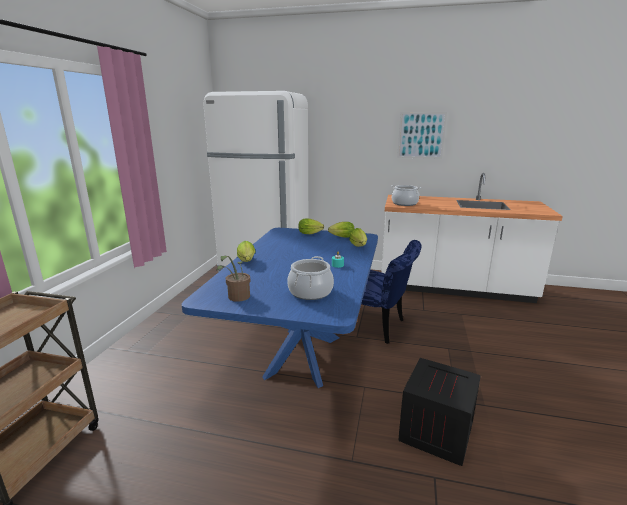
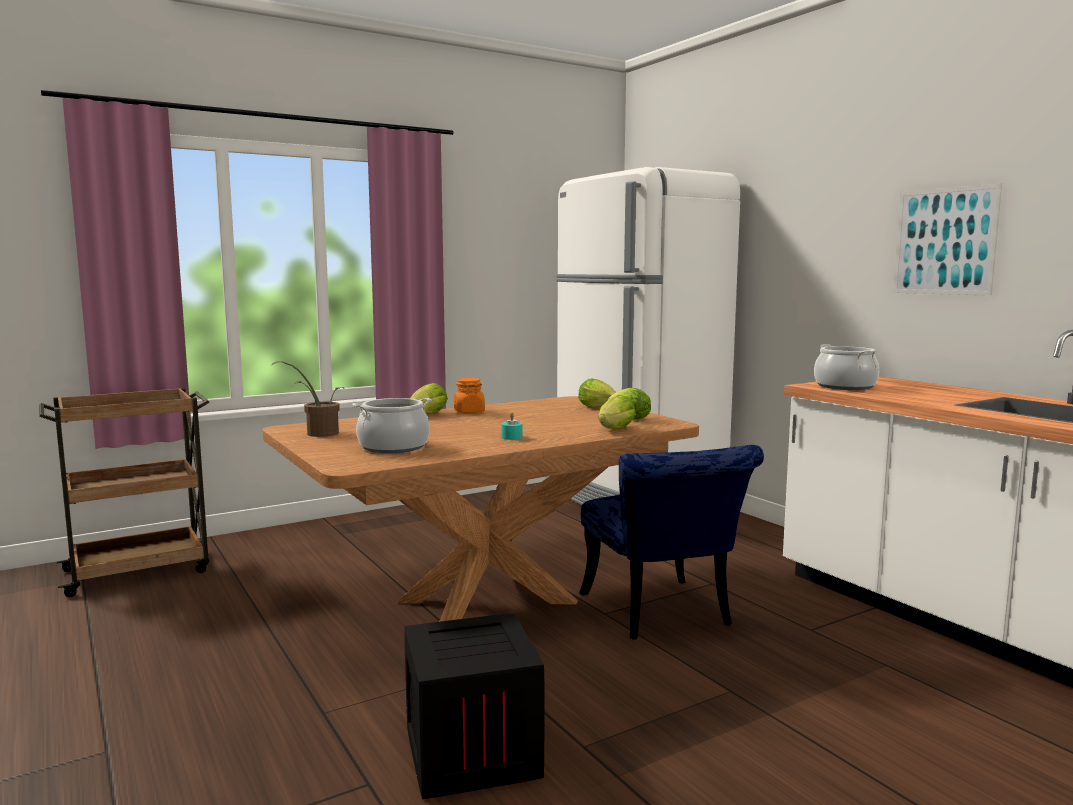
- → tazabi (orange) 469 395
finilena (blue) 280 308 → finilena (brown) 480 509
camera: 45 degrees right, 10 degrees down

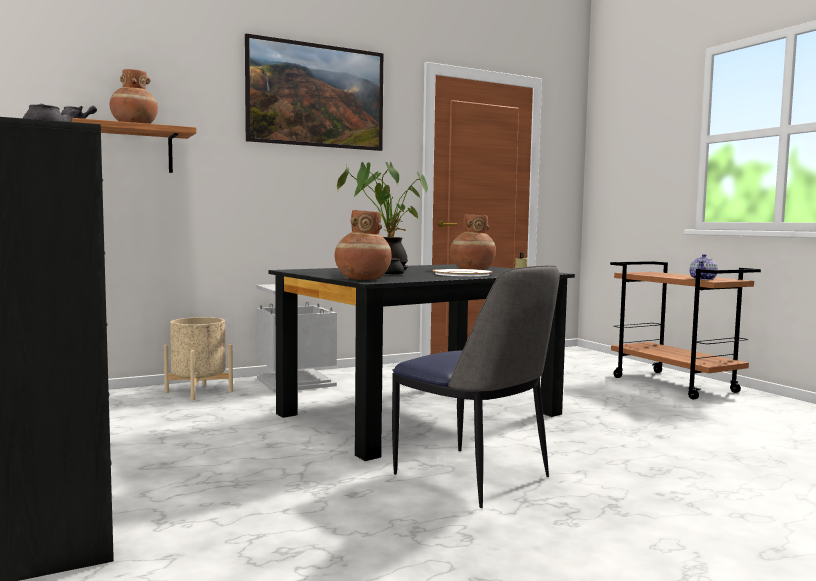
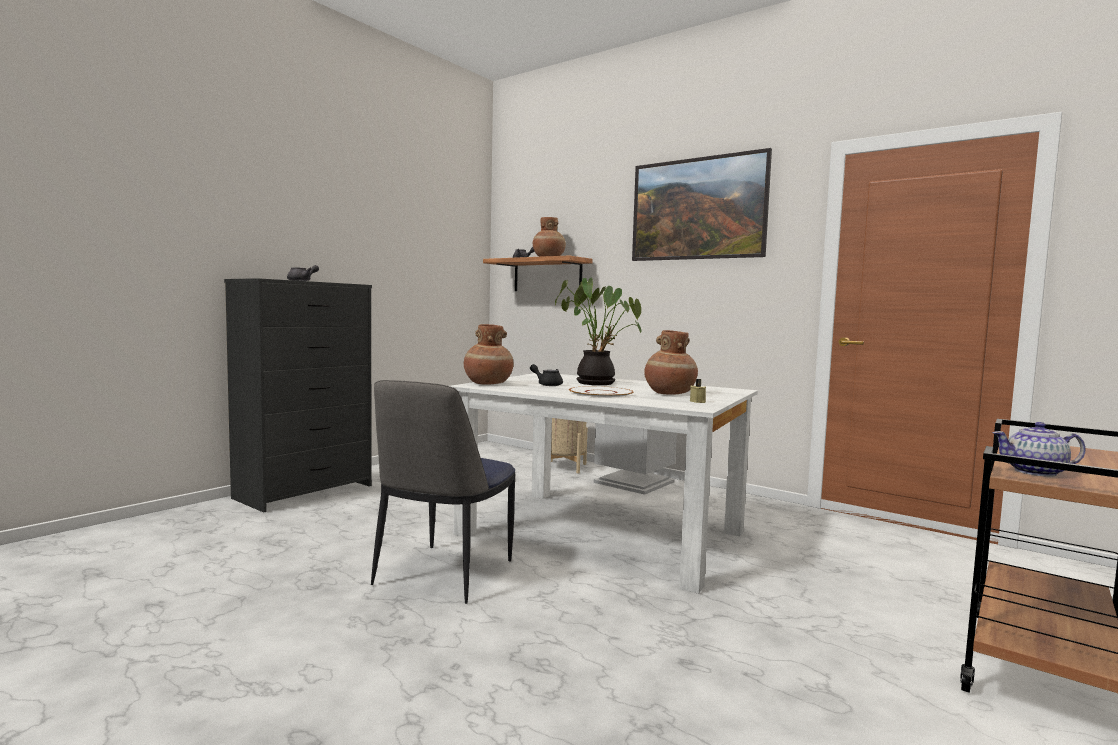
finilena (black) 421 362 → finilena (white) 604 483
camera: 65 degrees right, 0 degrees up

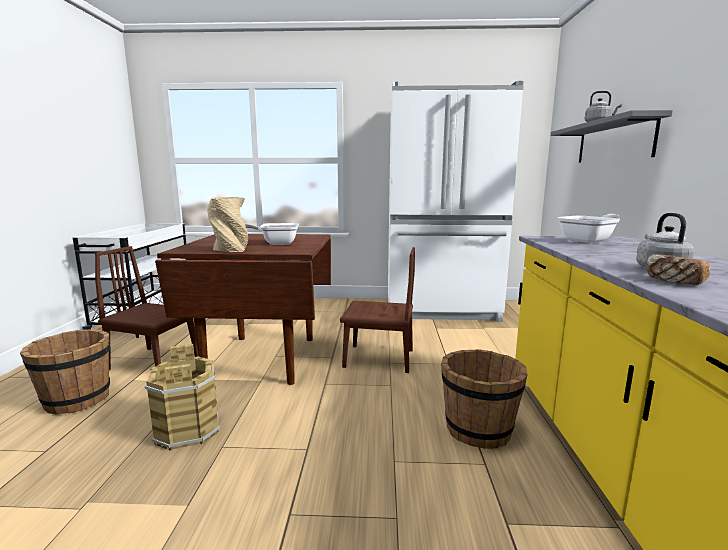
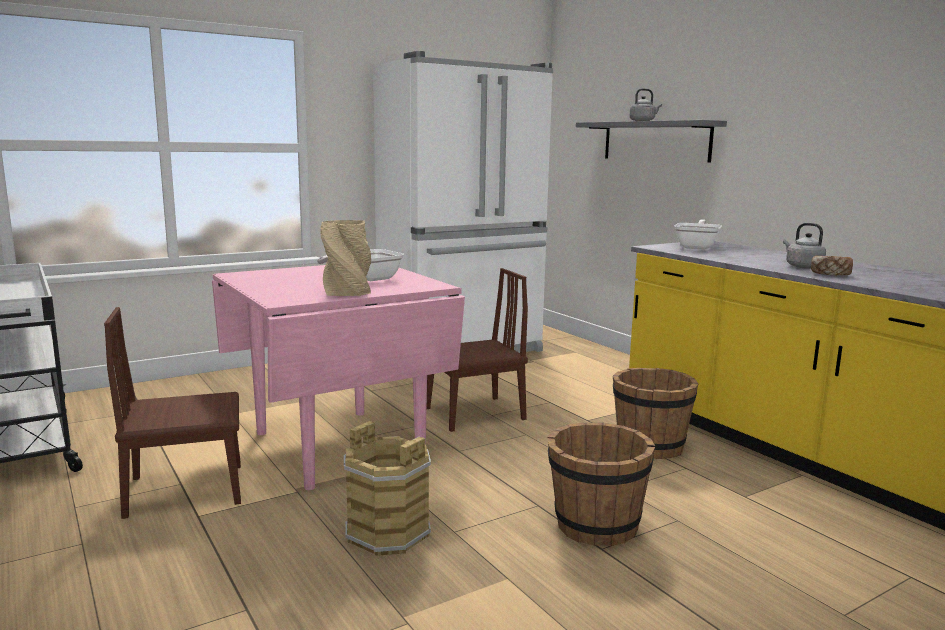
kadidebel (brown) 65 372 → kadidebel (brown) 601 484, relocated
finilena (brown) 243 309 → finilena (pink) 338 377
camera: 35 degrees left, 0 degrees up

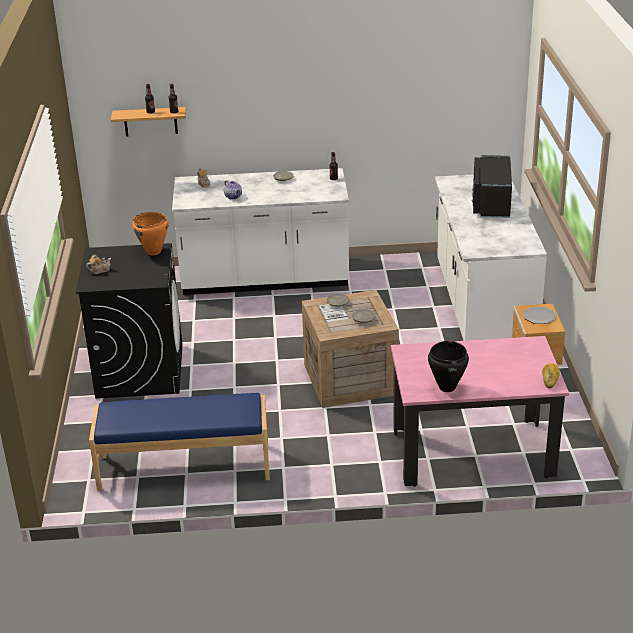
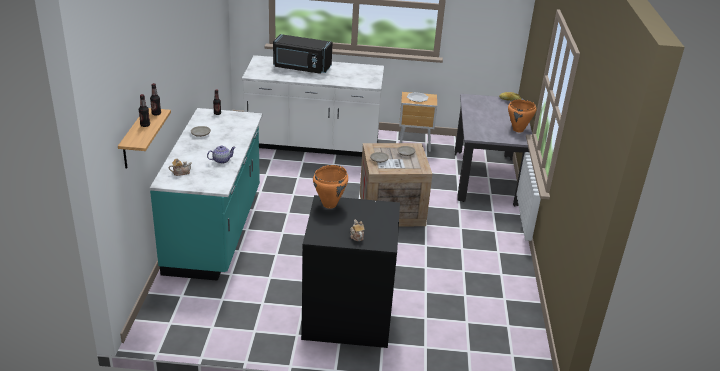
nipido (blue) 179 442 → -
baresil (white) 260 231 → baresil (turquoise) 206 194
finilena (pink) 480 411 → finilena (grey) 493 150
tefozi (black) 448 366 → tefozi (orange) 522 115
camera: 85 degrees left, 0 degrees up

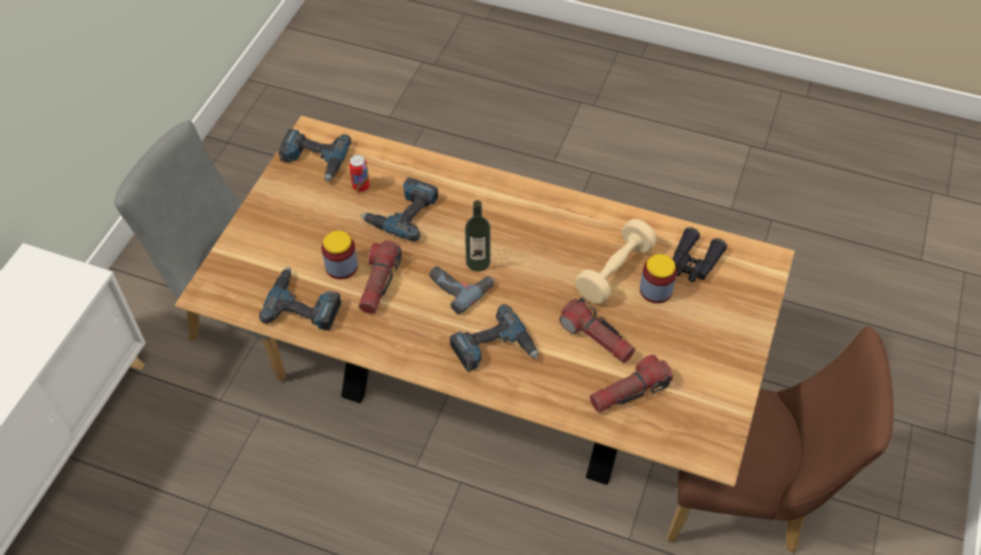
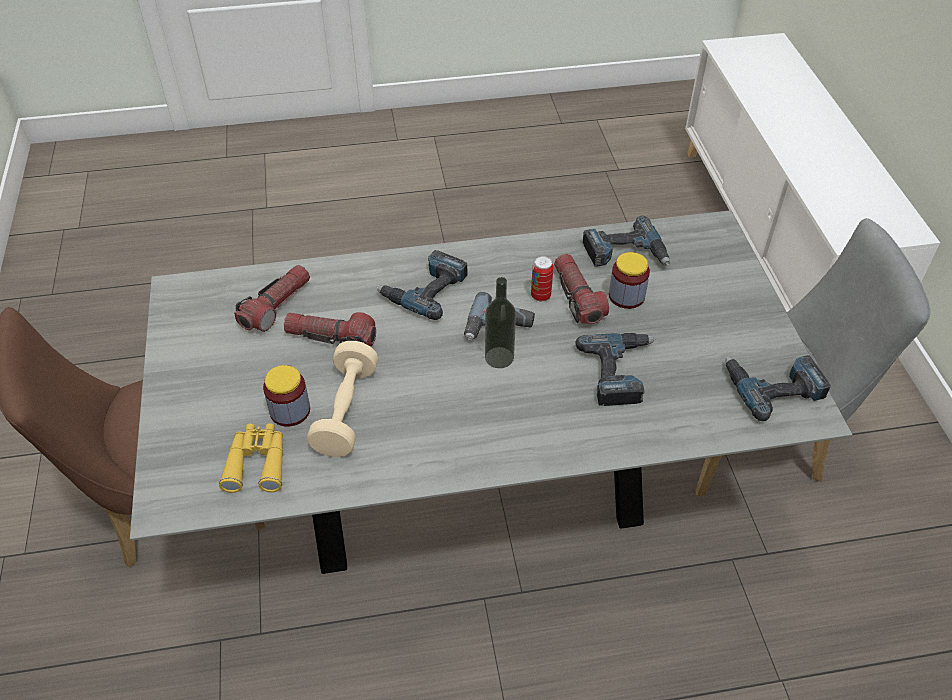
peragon 359 173 → peragon 542 278, relocated
finilena (brown) 485 301 → finilena (grey) 491 392
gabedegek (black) 700 254 → gabedegek (yellow) 251 458
camera: 150 degrees right, 5 degrees down

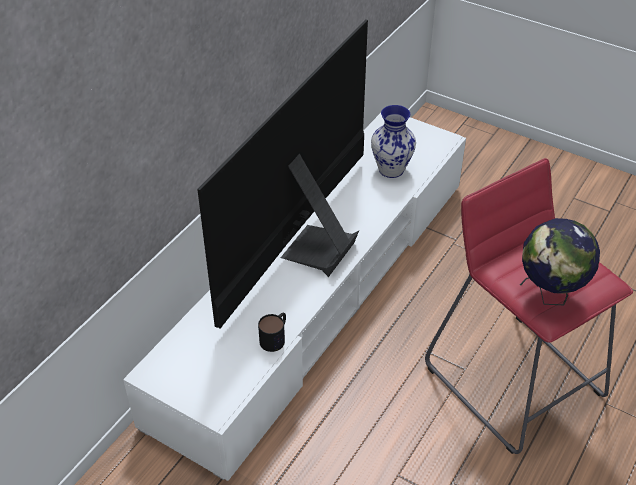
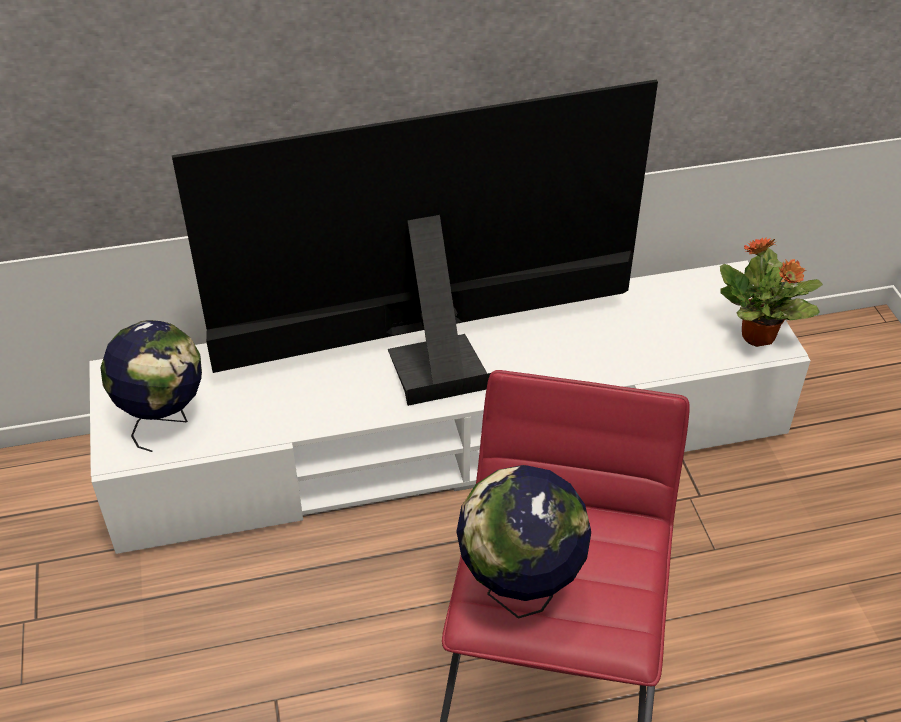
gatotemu 272 332 → -
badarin 393 141 → -
- → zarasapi 151 386
- → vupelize 771 292
camera: 45 degrees right, 0 degrees up

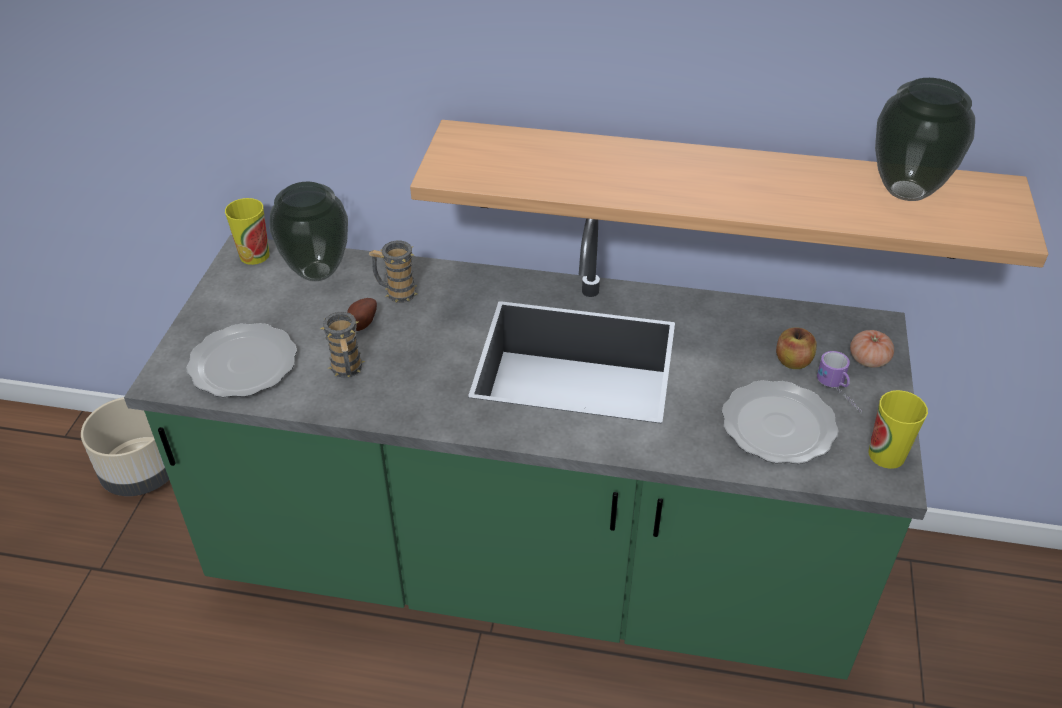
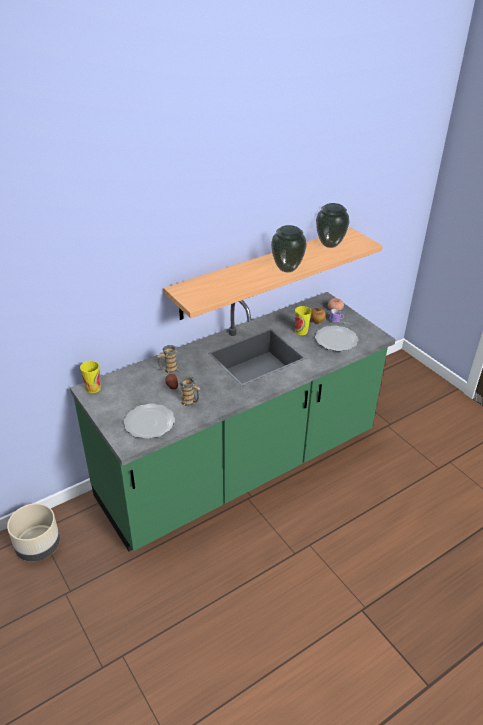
badarin 308 231 → badarin 289 248, relocated
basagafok 898 429 → basagafok 303 320, relocated
camera: 45 degrees left, 5 degrees down

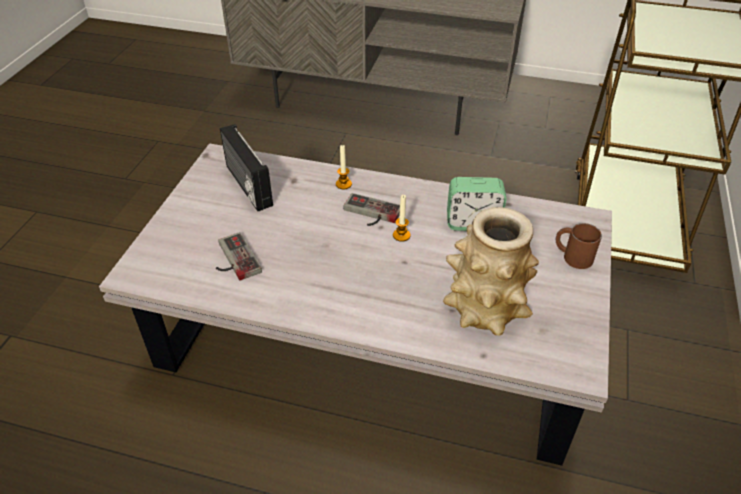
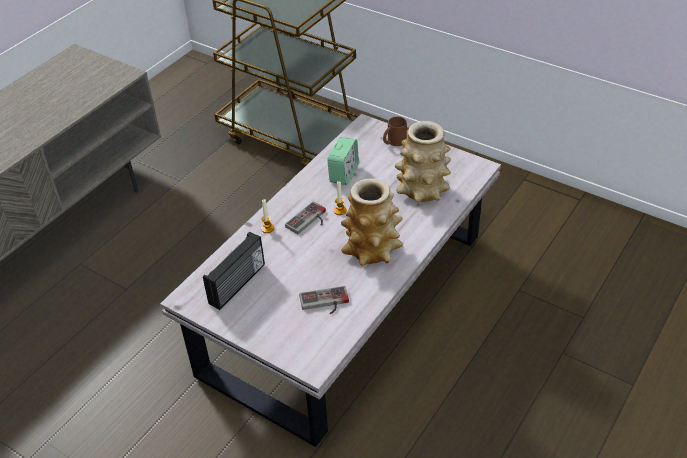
- → badarin 372 222
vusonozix 246 167 → vusonozix 234 271, 45 degrees counterclockwise
camera: 70 degrees left, 0 degrees up

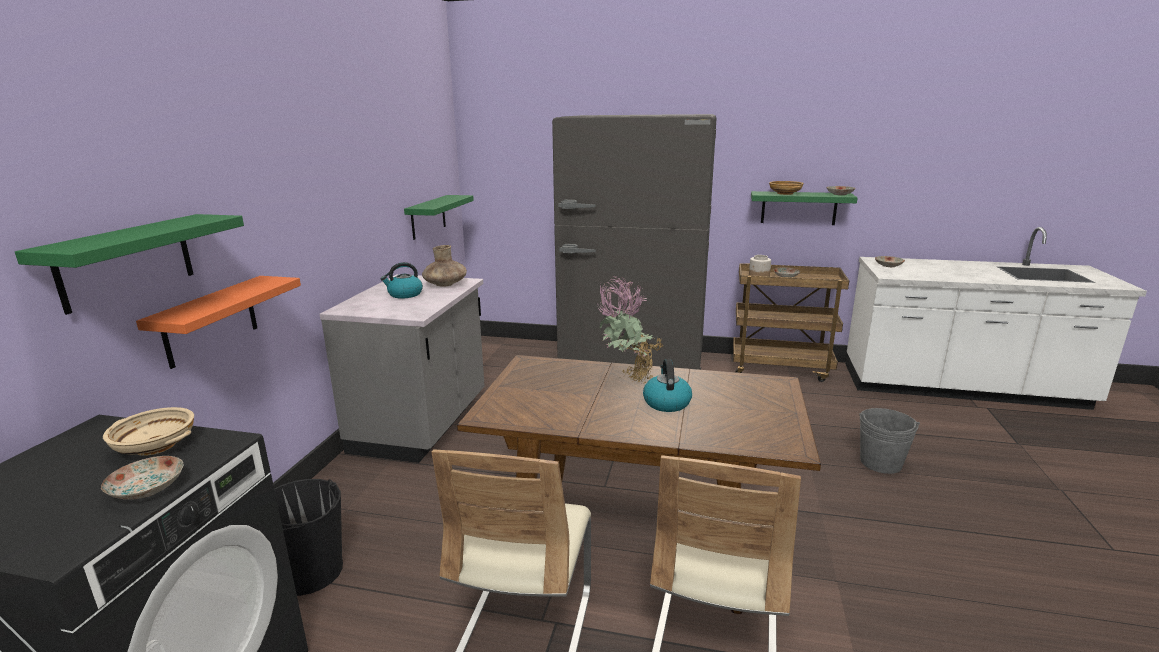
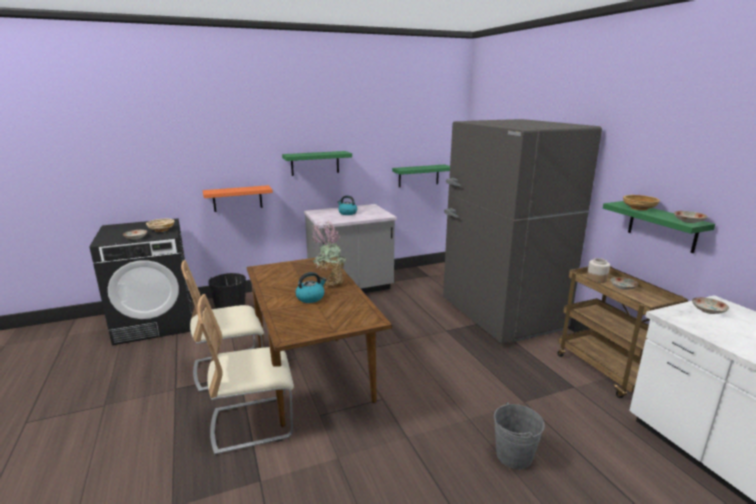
badarin (brown) 444 265 → -
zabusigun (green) 129 264 → zabusigun (green) 317 163, relocated
camera: 55 degrees right, 0 degrees up

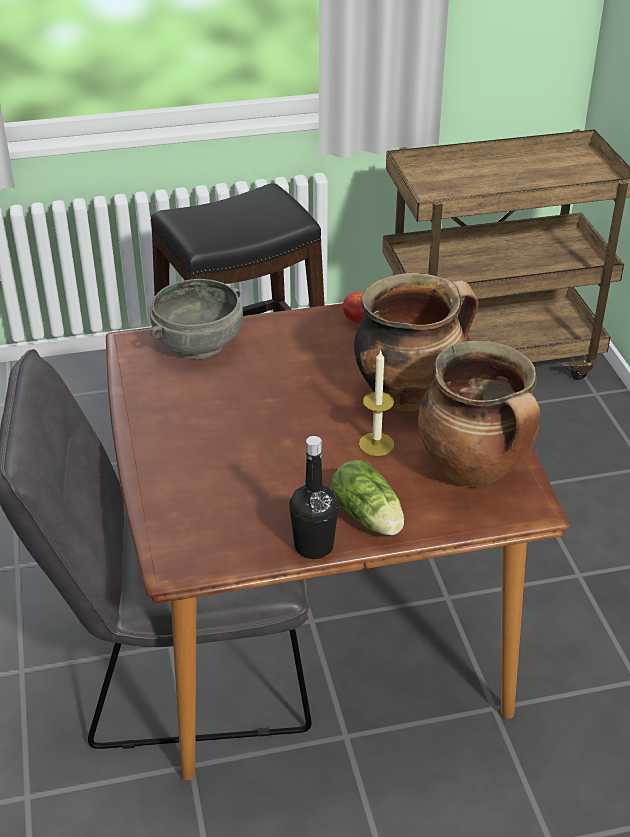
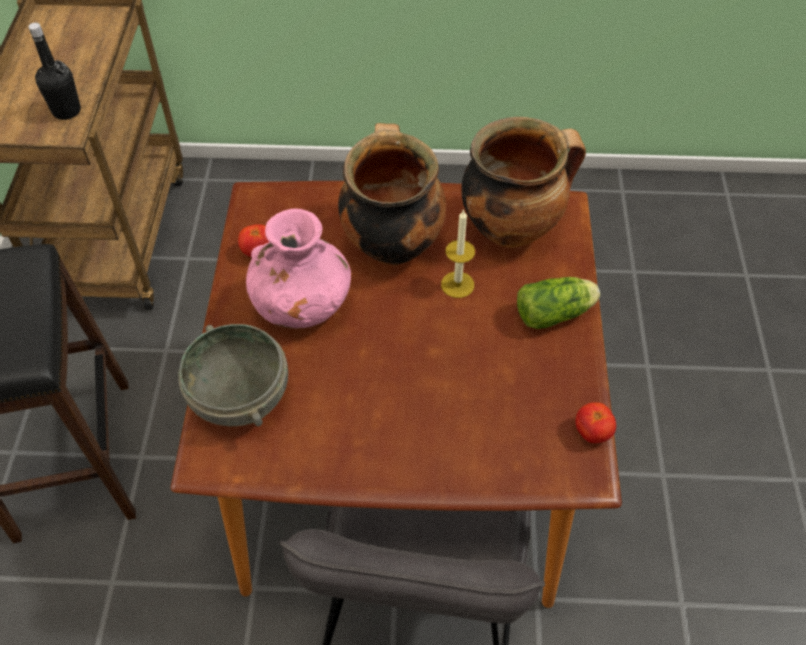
- → badarin (pink) 298 269
- → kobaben 595 422
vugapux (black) 314 497 → vugapux (black) 54 71, relocated
camera: 75 degrees left, 15 degrees up

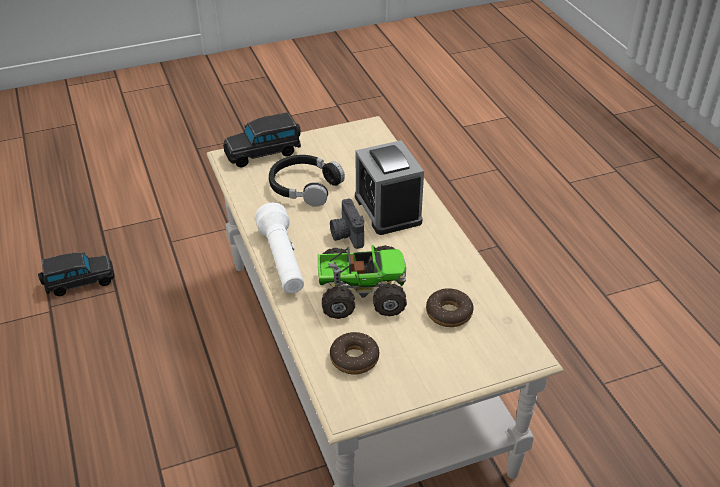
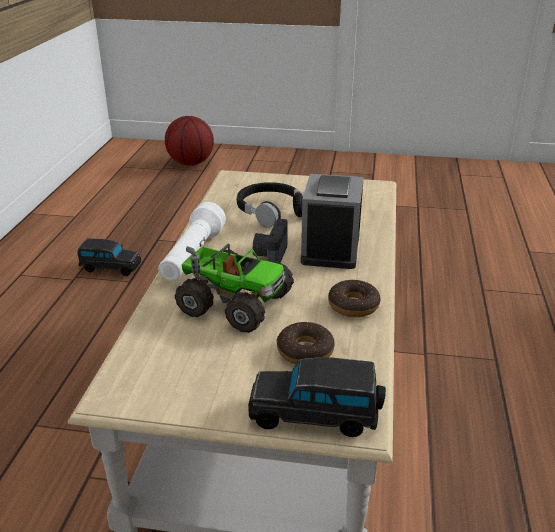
- → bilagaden 189 140
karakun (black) 262 140 → karakun (black) 317 397, relocated
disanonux 354 353 → disanonux 354 298, relocated
camera: 30 degrees right, 10 degrees down

